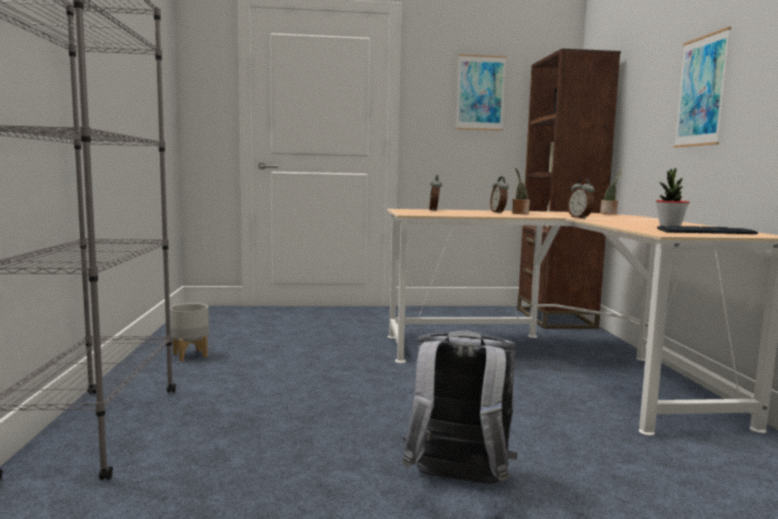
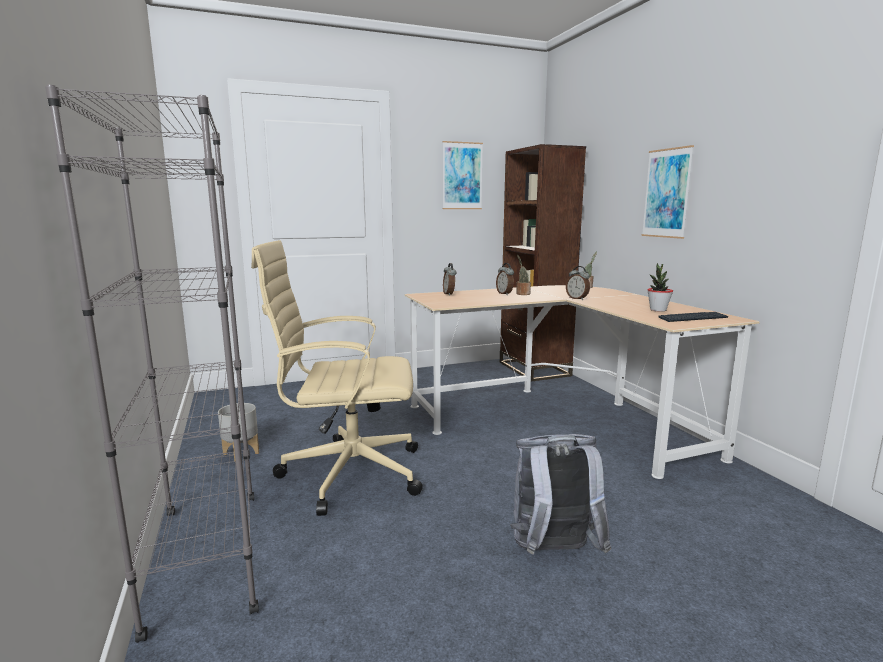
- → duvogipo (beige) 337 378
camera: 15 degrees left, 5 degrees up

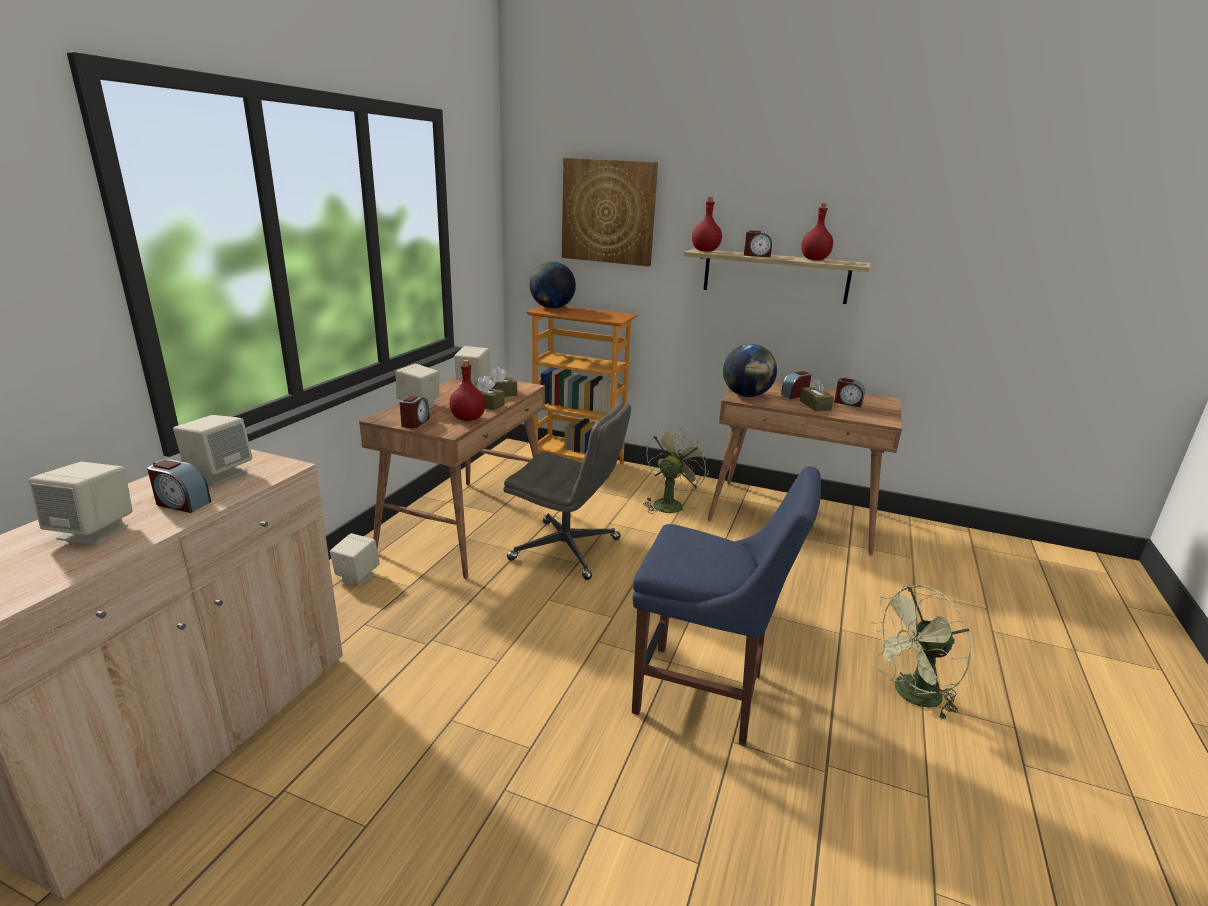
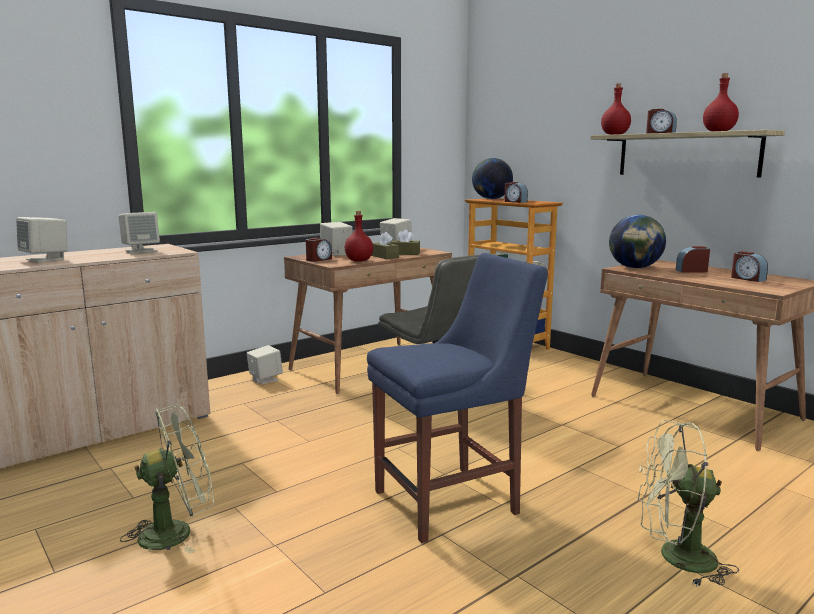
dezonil 610 212 → -
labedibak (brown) 817 395 → -
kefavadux 179 486 → kefavadux 516 192, relocated
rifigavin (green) 676 471 → rifigavin (green) 167 479, relocated
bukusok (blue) 726 606 → bukusok (blue) 457 398, 75 degrees counterclockwise
camera: 30 degrees right, 10 degrees down

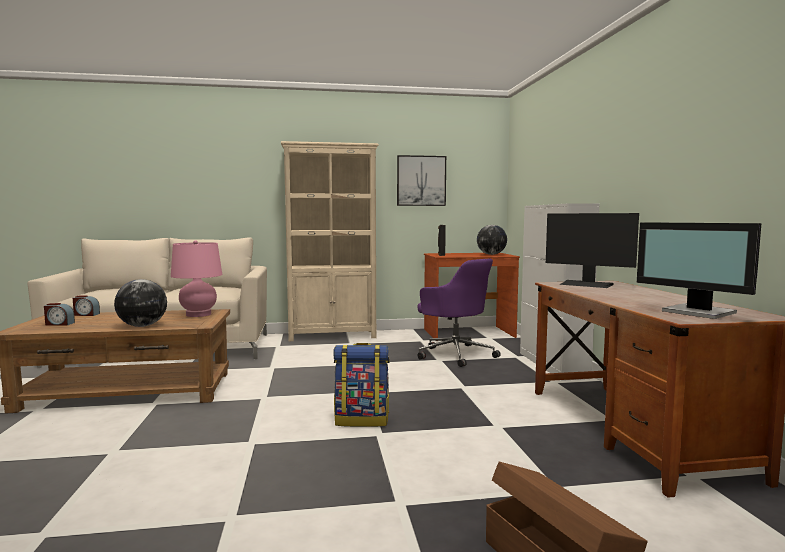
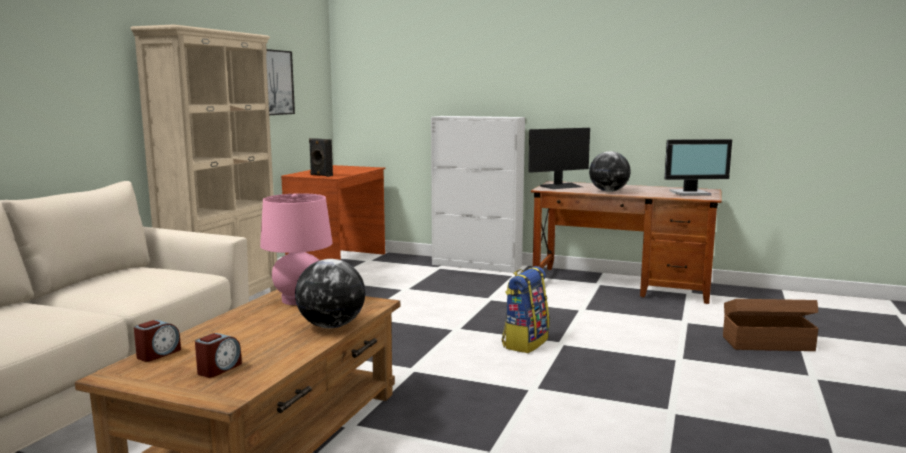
duvogipo (purple) 459 313 → -
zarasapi 492 240 → zarasapi 610 171, relocated
camera: 60 degrees left, 5 degrees up

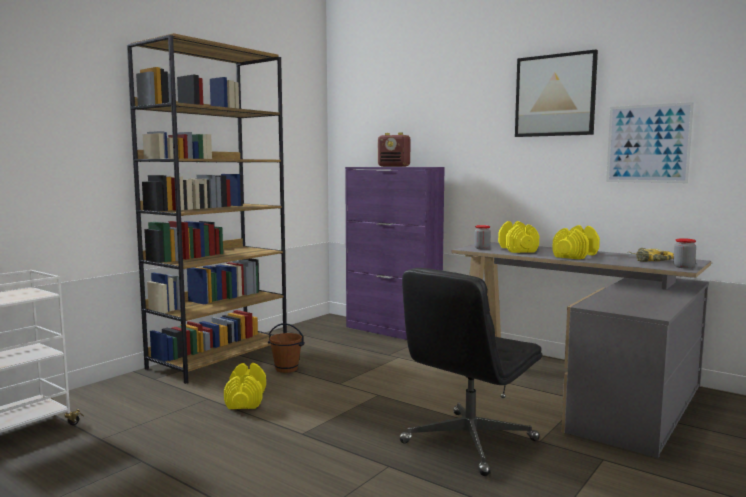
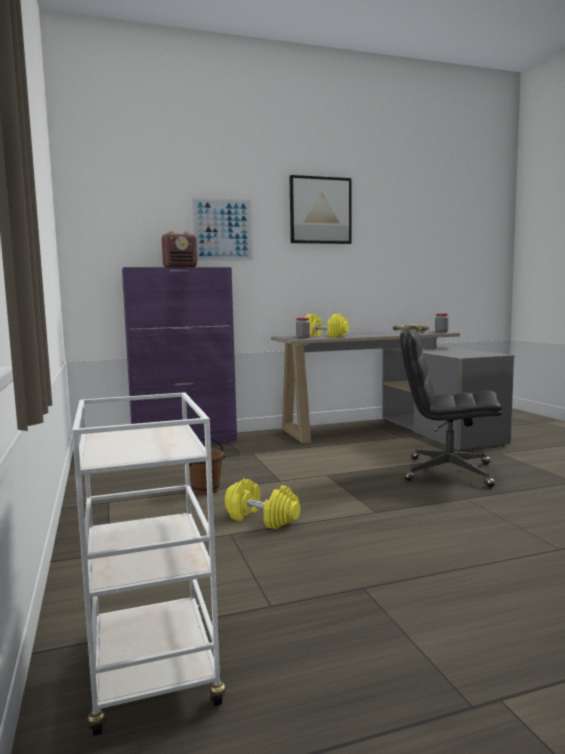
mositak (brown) 207 208 → -
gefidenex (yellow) 576 242 → -
dezonil 650 142 → dezonil 222 229, relocated
duvogipo (black) 471 372 → duvogipo (black) 451 408, 120 degrees clockwise
camera: 55 degrees left, 0 degrees up

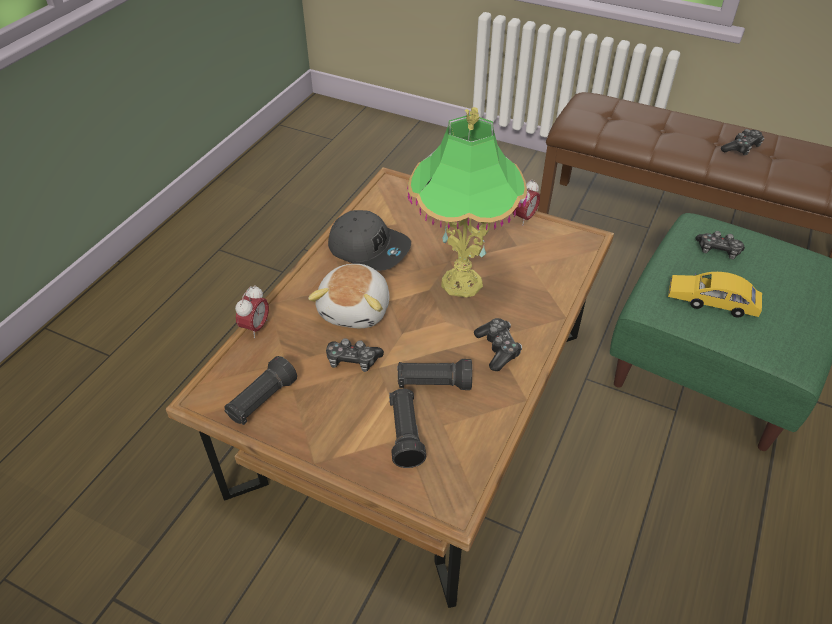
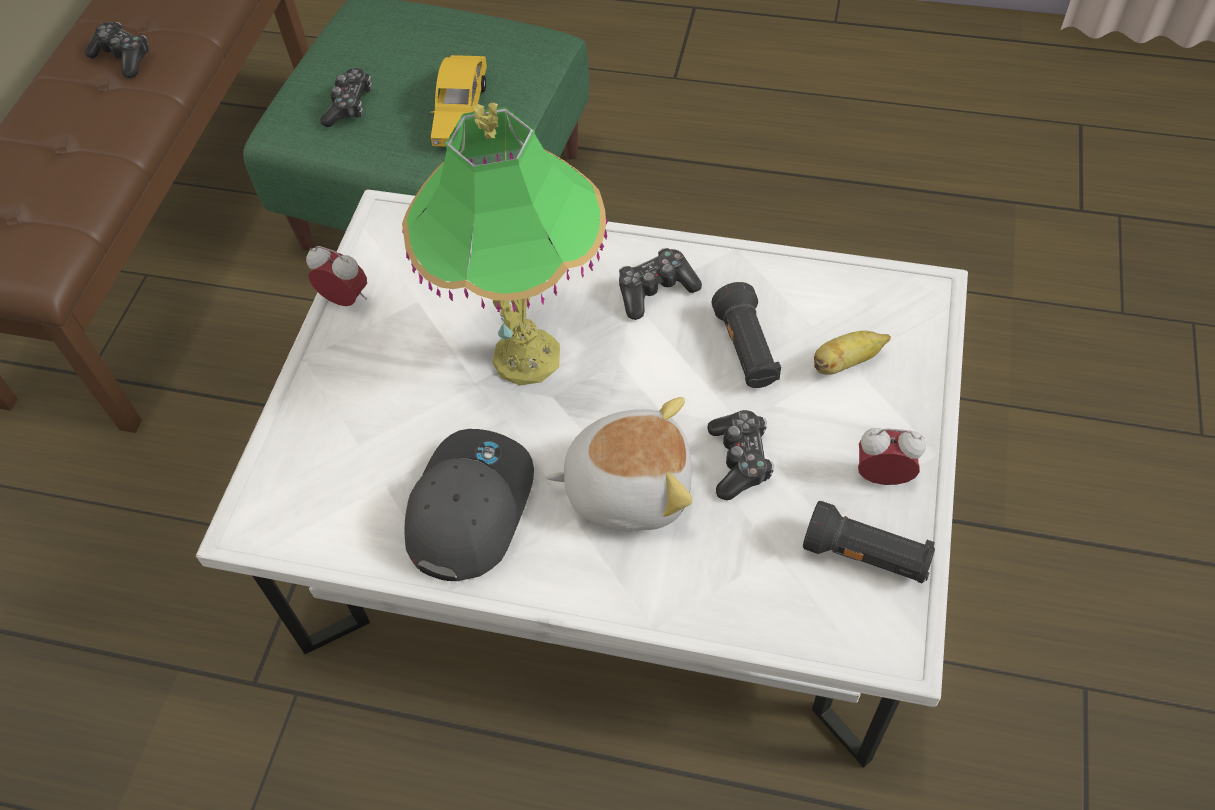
kefavadux 252 311 → kefavadux 892 456, relocated
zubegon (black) 407 428 → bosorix 852 353
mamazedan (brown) 390 387 → mamazedan (white) 582 479
camera: 100 degrees left, 10 degrees up

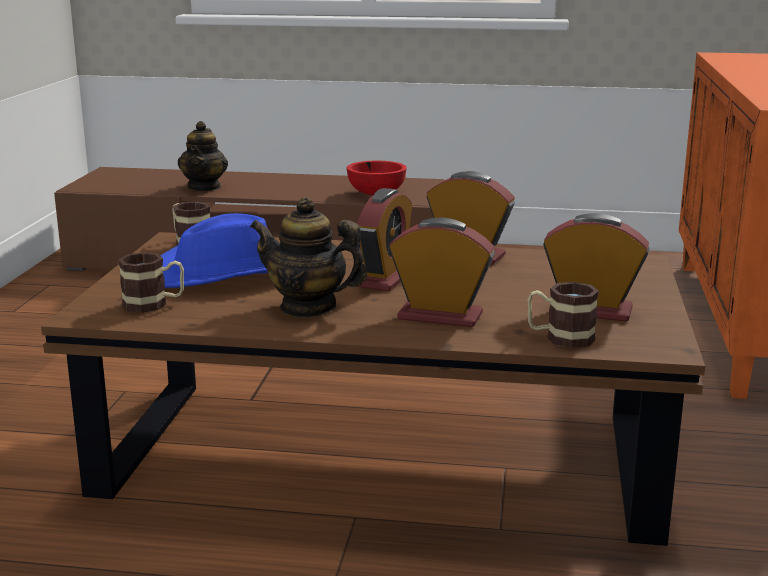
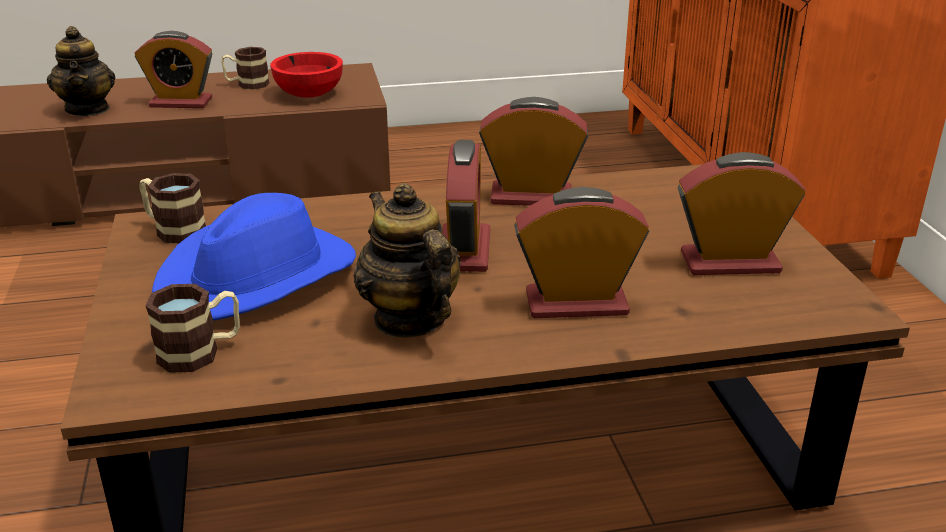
- → kefavadux 173 69
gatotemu 563 315 → gatotemu 245 68, relocated
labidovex 309 257 → labidovex 407 260, 60 degrees clockwise
camera: 20 degrees left, 10 degrees up

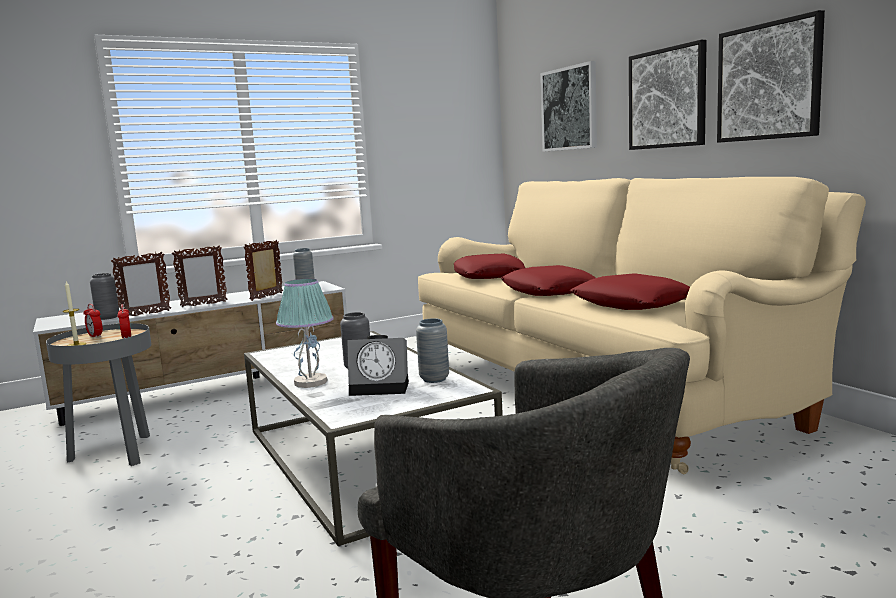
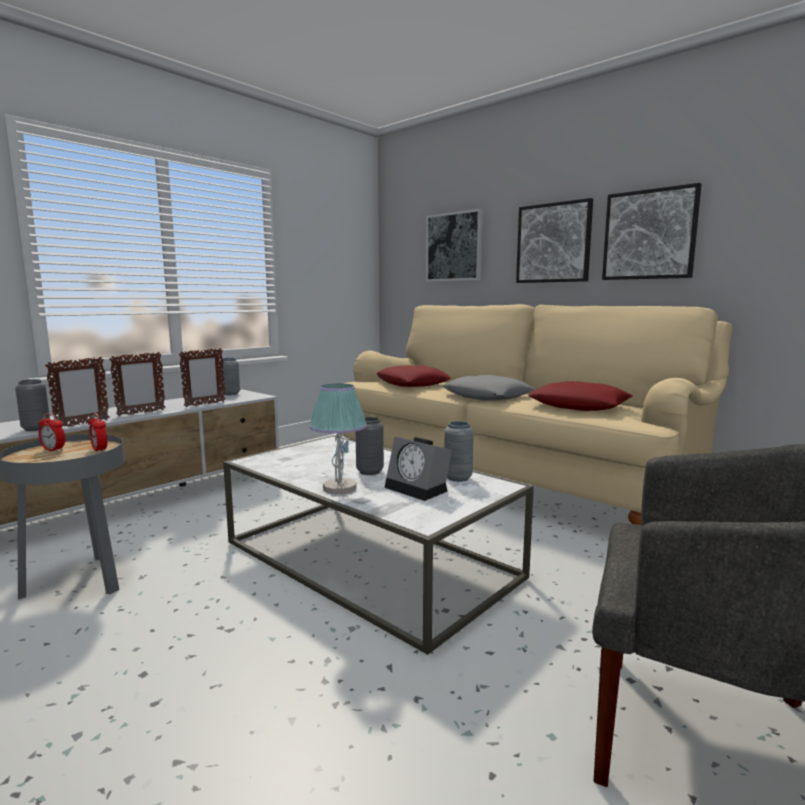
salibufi 74 313 → -
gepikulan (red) 548 280 → gepikulan (grey) 488 388
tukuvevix 263 270 → tukuvevix 202 377, 150 degrees counterclockwise
kefavadux 378 365 → kefavadux 418 469, 60 degrees clockwise
camera: 20 degrees left, 0 degrees up

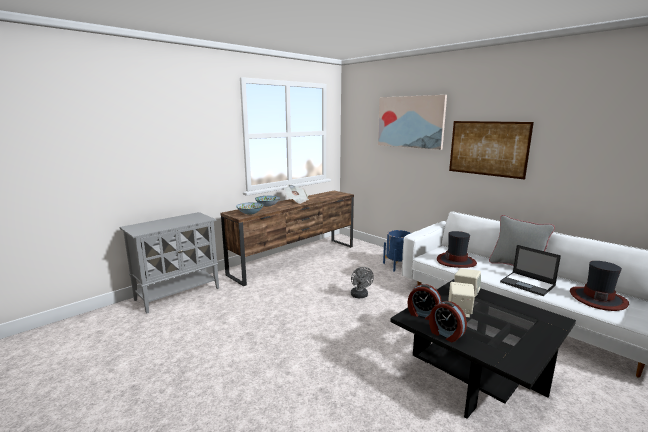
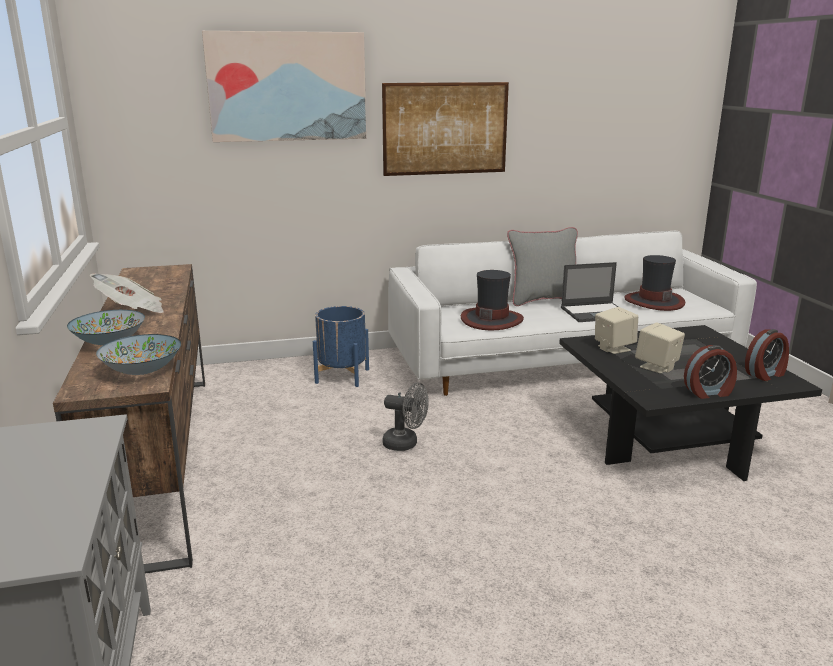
kefavadux 424 302 → kefavadux 767 355, relocated
camera: 60 degrees left, 5 degrees up

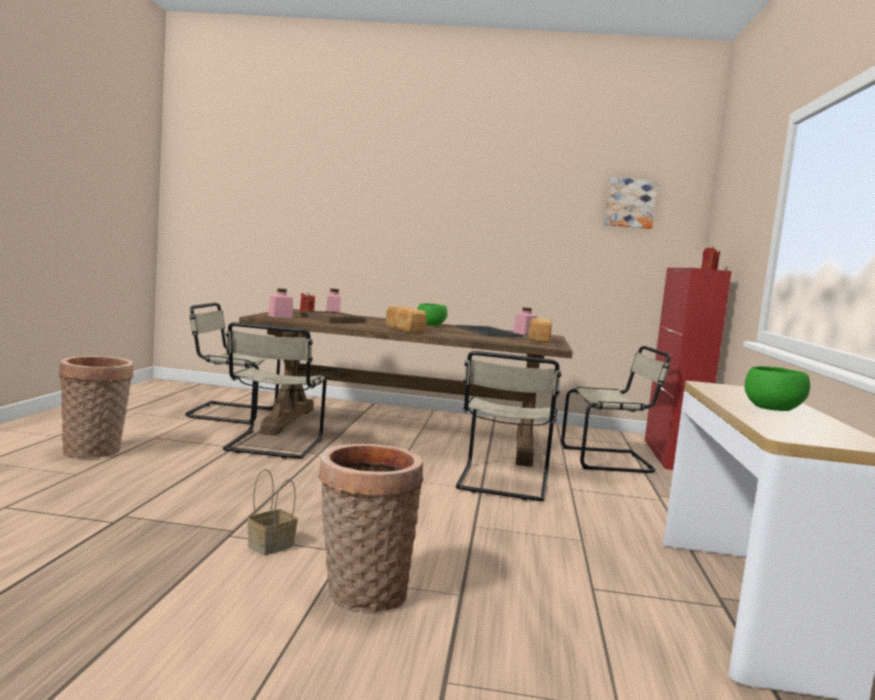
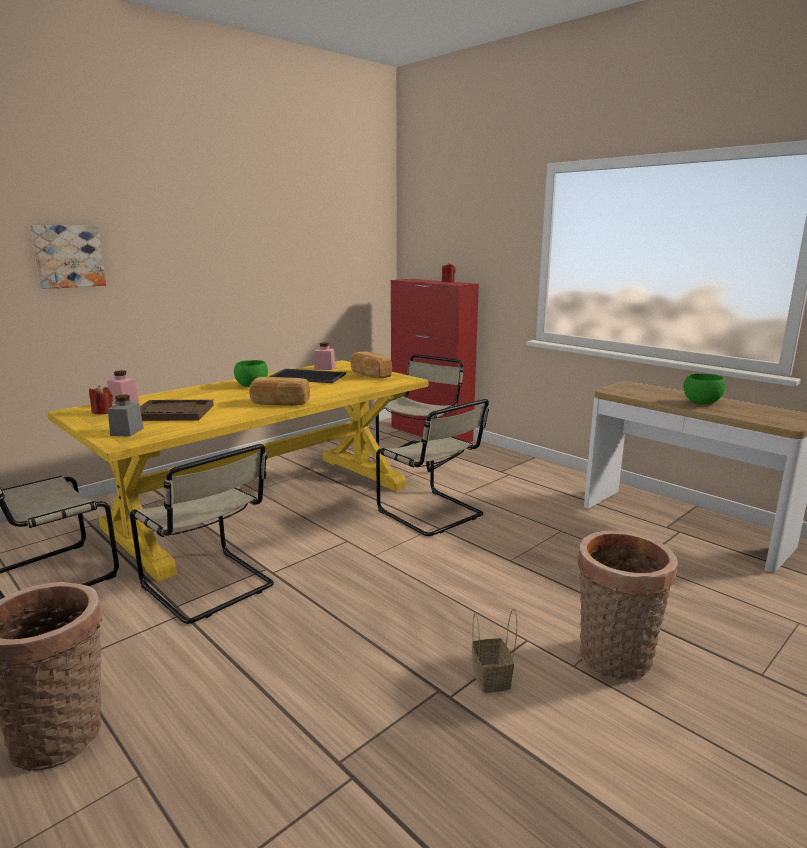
dezonil 631 203 → dezonil 68 257, relocated
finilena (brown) 406 388 → finilena (yellow) 237 471
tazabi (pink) 280 303 → tazabi (grey) 126 415
camera: 50 degrees left, 10 degrees up

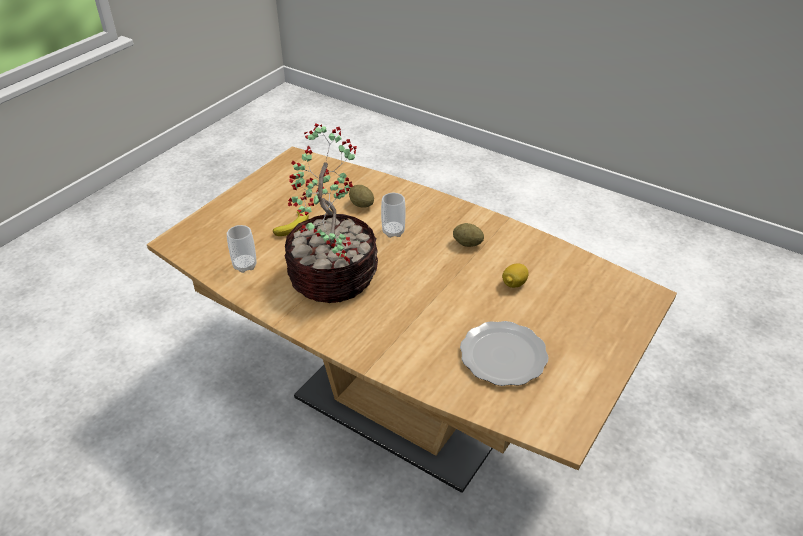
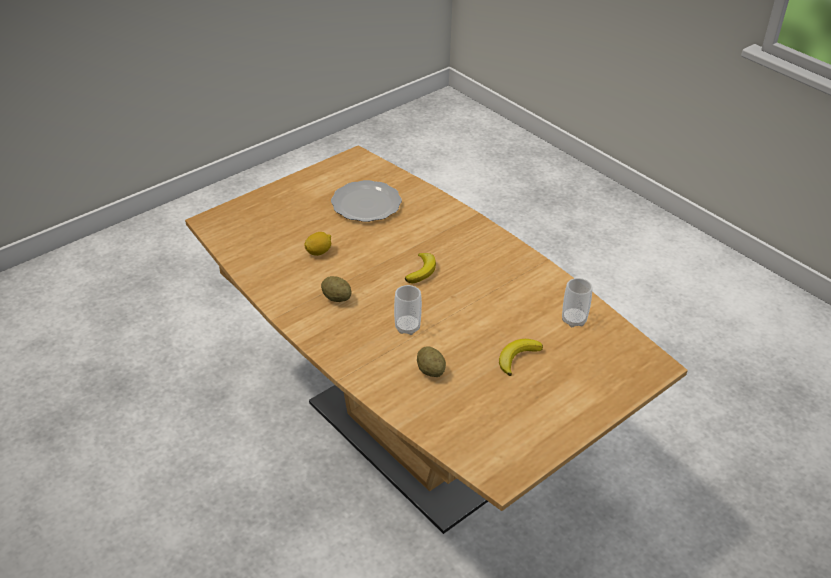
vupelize 331 213 → -
- → bosorix 420 268
camera: 165 degrees left, 0 degrees up

